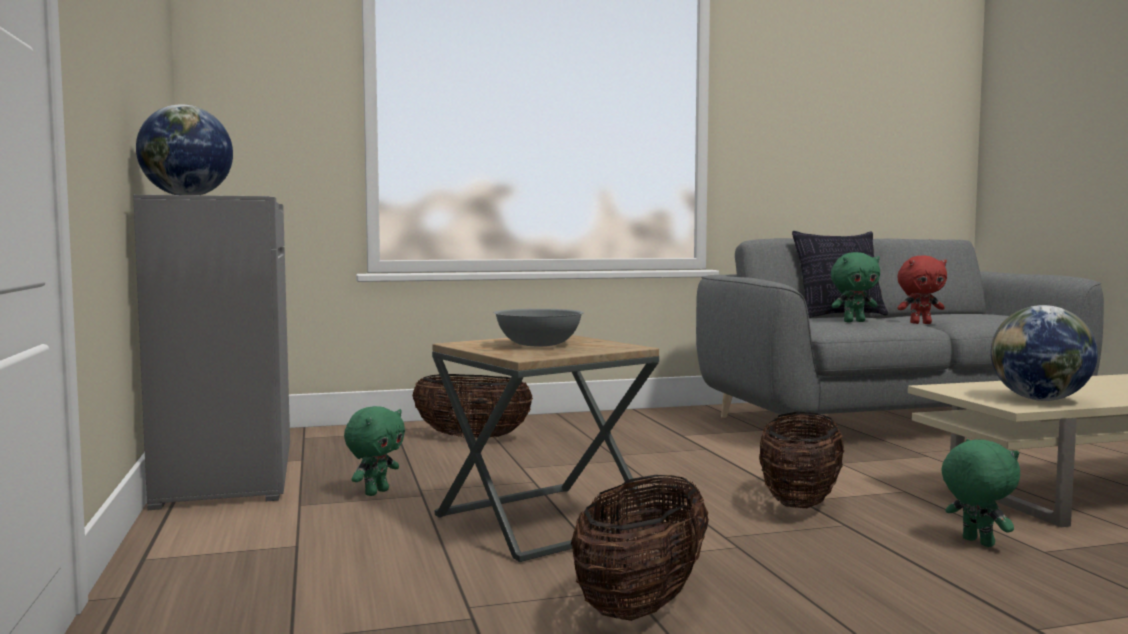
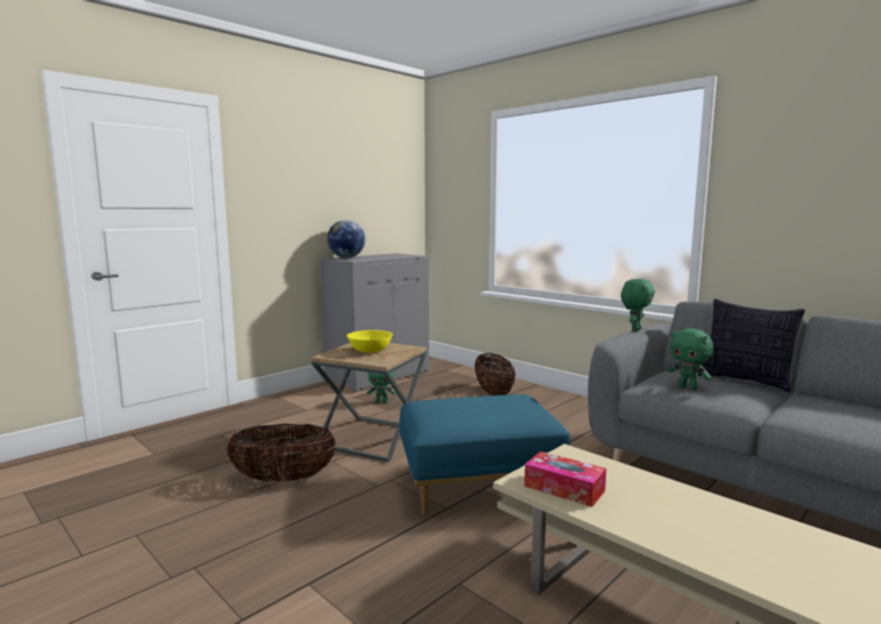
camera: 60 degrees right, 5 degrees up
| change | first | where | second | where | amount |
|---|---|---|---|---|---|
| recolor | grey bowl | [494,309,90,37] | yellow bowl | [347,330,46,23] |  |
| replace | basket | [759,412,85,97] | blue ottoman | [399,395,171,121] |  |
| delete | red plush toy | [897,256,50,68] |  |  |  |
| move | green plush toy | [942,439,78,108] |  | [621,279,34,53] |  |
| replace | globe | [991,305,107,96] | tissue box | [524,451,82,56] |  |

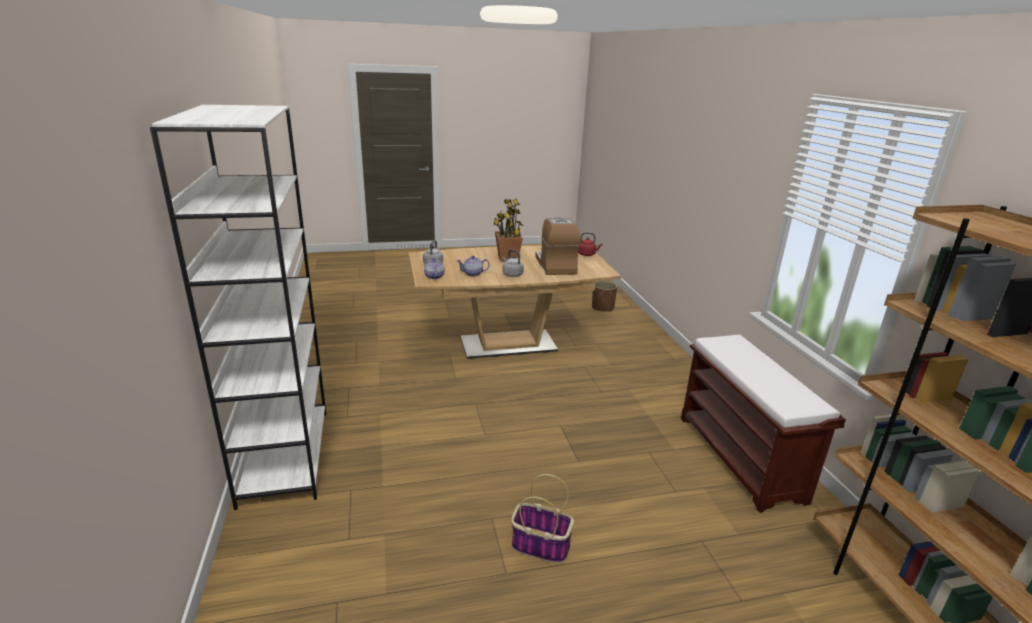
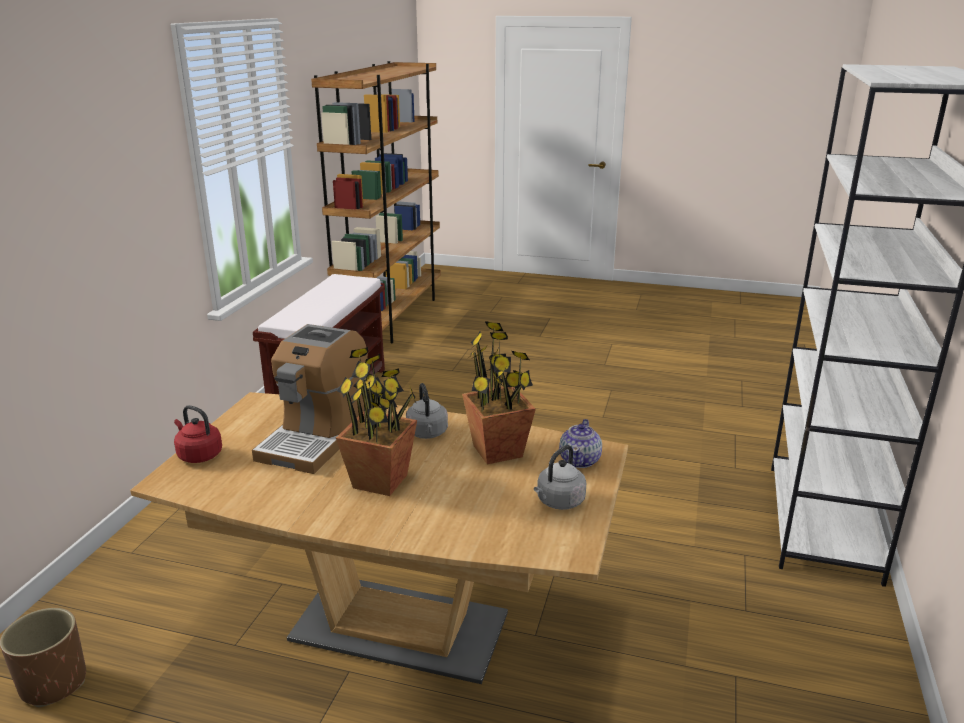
camera: 150 degrees left, 0 degrees up
| change | first | where | second | where | amount |
|---|---|---|---|---|---|
| replace | teapot | [456,255,34,21] | potted plant | [462,321,74,143] |  |
| delete | basket | [511,474,63,89] |  |  |  |

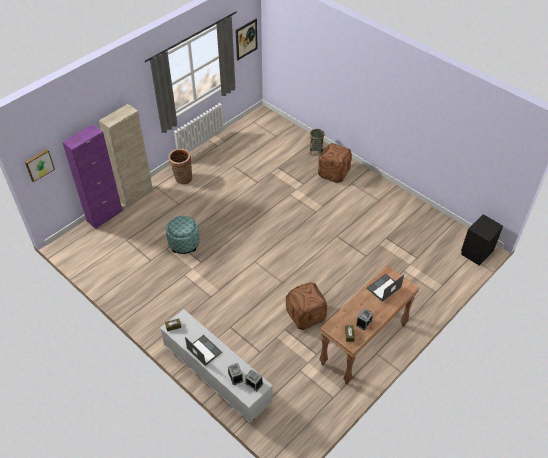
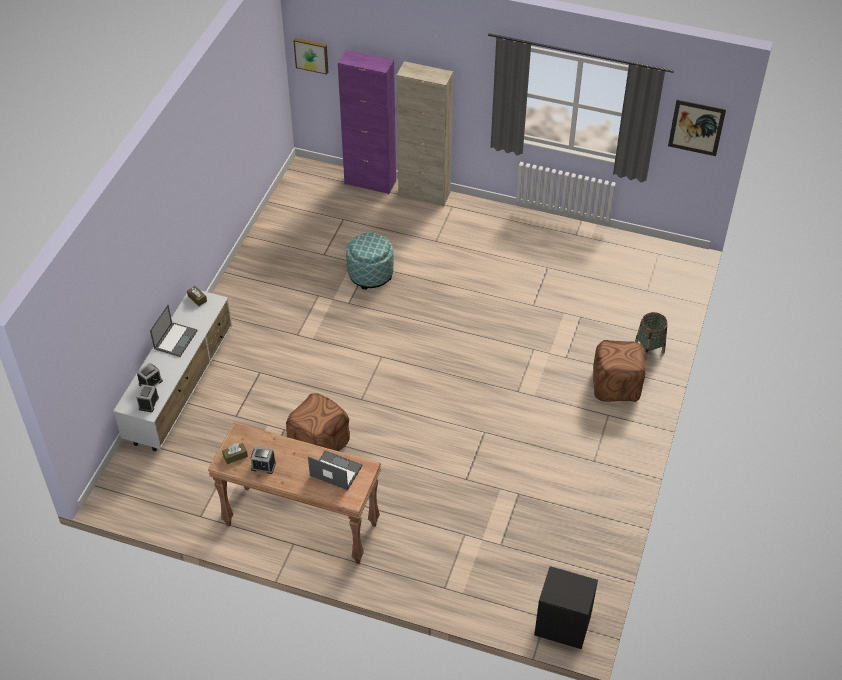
camera: 65 degrees right, 0 degrees up
| change | first | where | second | where | amount |
|---|---|---|---|---|---|
| delete | basket | [169,149,23,36] |  |  |  |

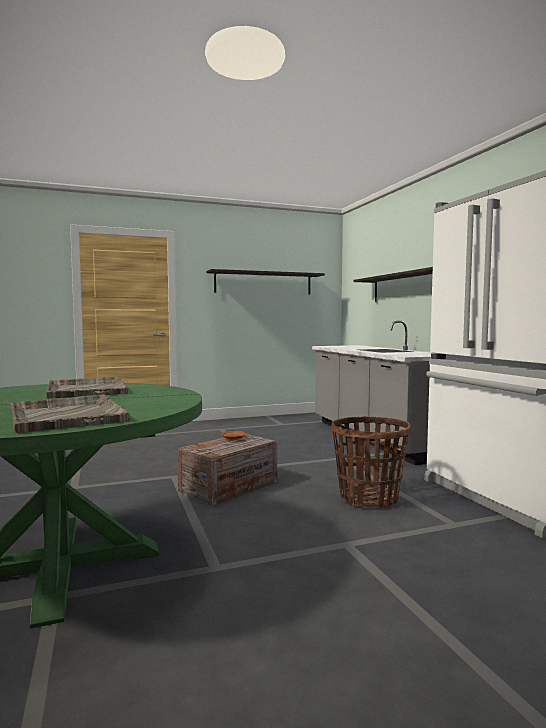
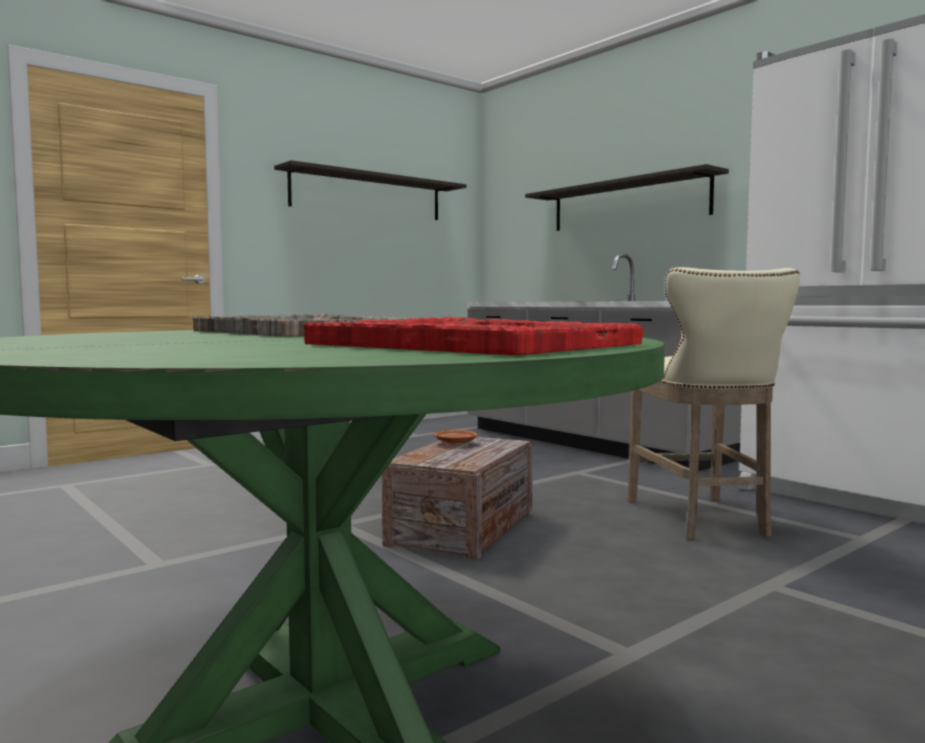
camera: 20 degrees left, 0 degrees up
| change | first | where | second | where | amount |
|---|---|---|---|---|---|
| recolor | grey tray | [10,394,120,39] | red tray | [304,317,339,38] |  |
| replace | basket | [331,416,79,92] | beige stool | [628,267,172,273] |  |

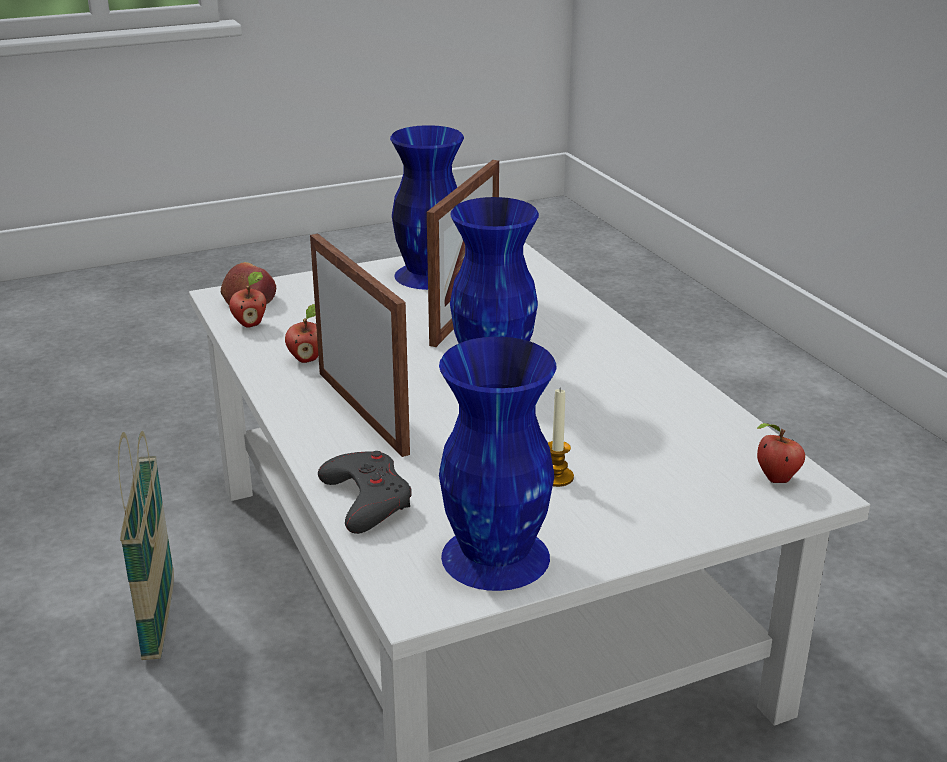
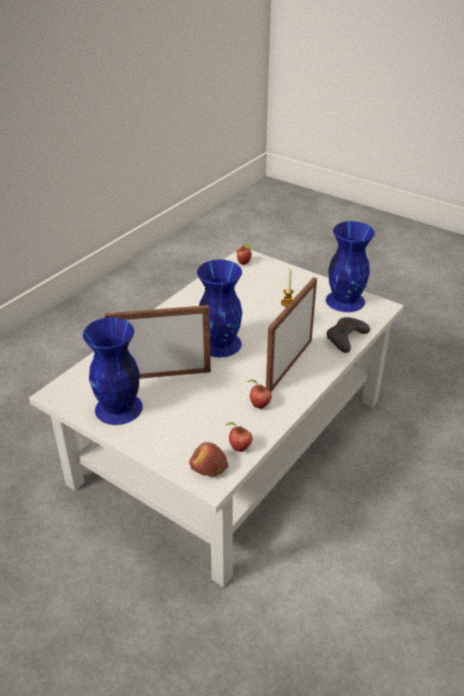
camera: 120 degrees left, 10 degrees up
| change | first | where | second | where | amount |
|---|---|---|---|---|---|
| delete | basket | [118,431,56,229] |  |  |  |

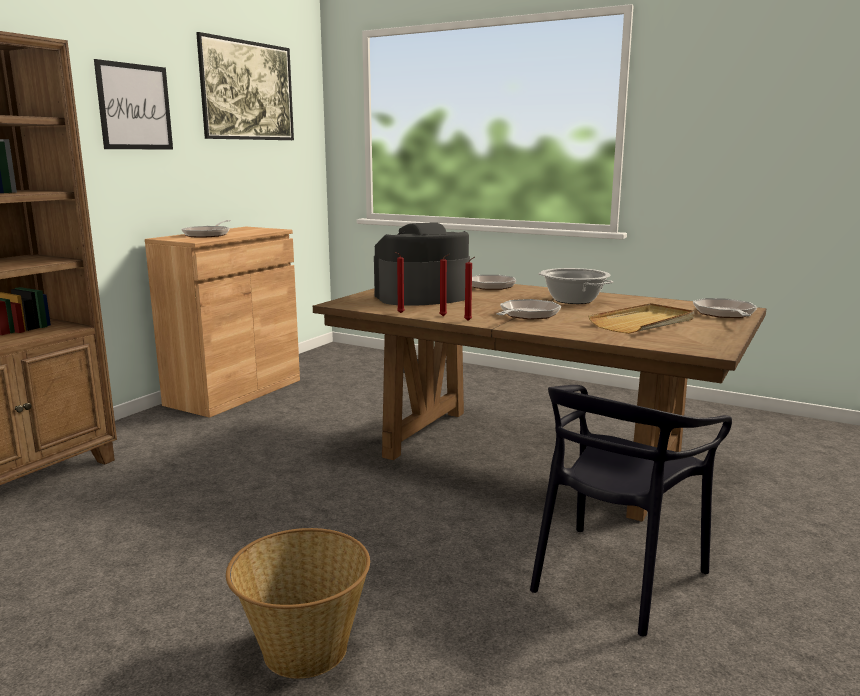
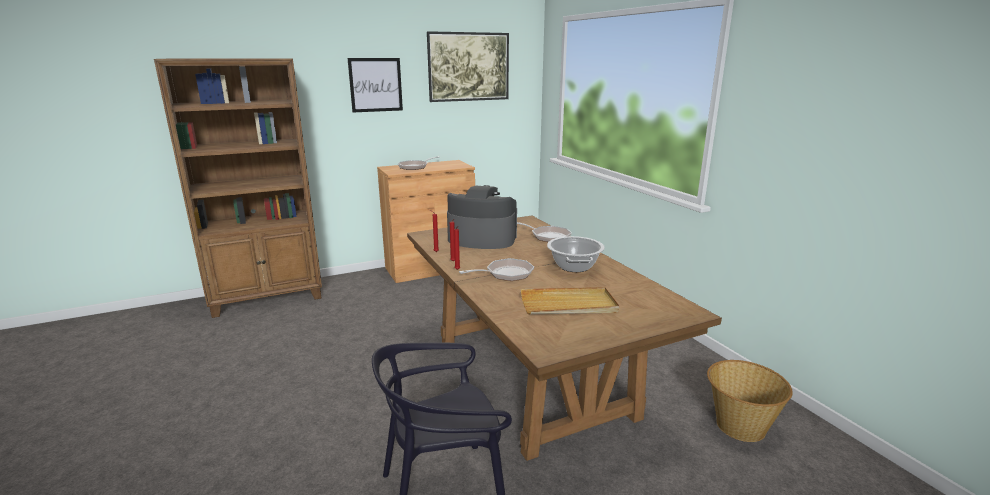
camera: 35 degrees right, 5 degrees up
| change | first | where | second | where | amount |
|---|---|---|---|---|---|
| move | basket | [226,528,144,151] |  | [707,360,86,82] |  |
| delete | frying pan | [693,298,64,20] |  |  |  |

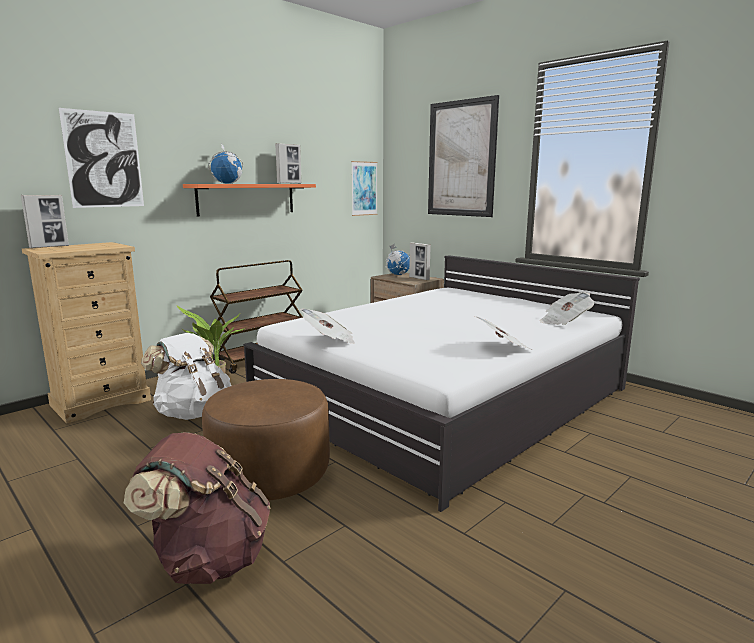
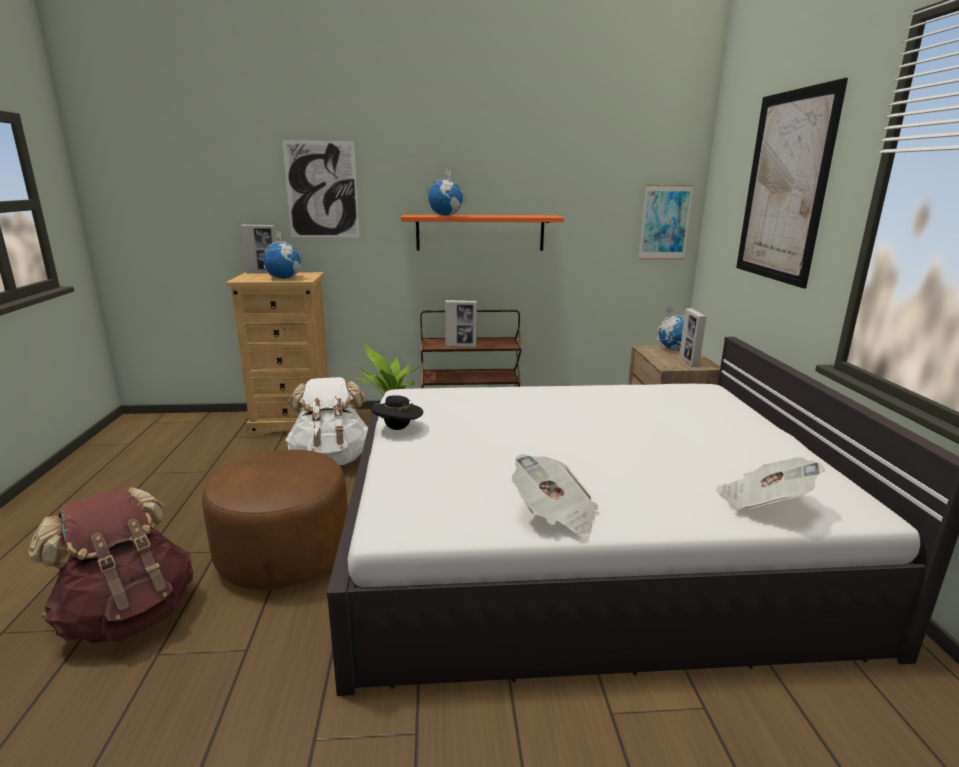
camera: 40 degrees right, 5 degrees up
| change | first | where | second | where | amount |
|---|---|---|---|---|---|
| move | picture frame | [275,143,26,41] |  | [445,300,32,47] |  |
| replace | newspaper | [300,308,55,36] | black hat | [371,395,52,35] |  |
| insert |  |  | globe | [260,231,43,48] |  |

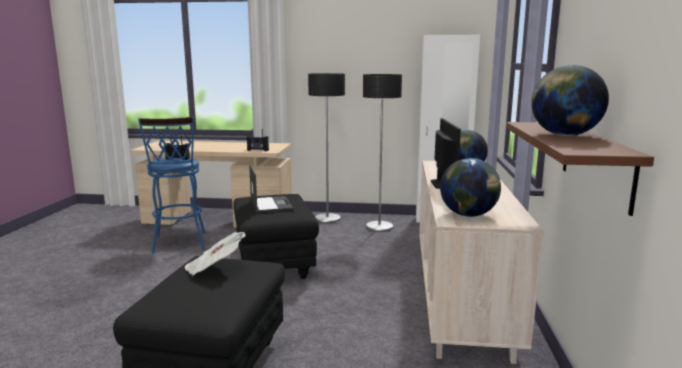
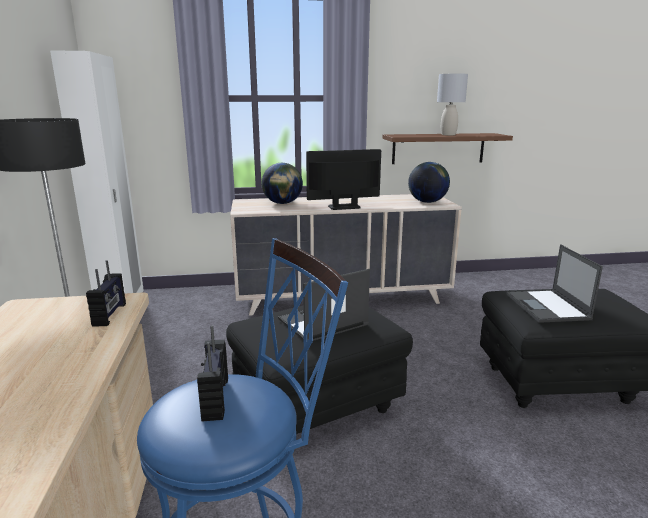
camera: 105 degrees left, 5 degrees up
| change | first | where | second | where | amount |
|---|---|---|---|---|---|
| replace | newspaper | [184,232,61,44] | laptop | [507,244,96,79] |  |
| delete | floor lamp | [363,74,39,158] |  |  |  |
| replace | globe | [531,65,78,71] | grey table lamp | [437,74,31,61] |  |

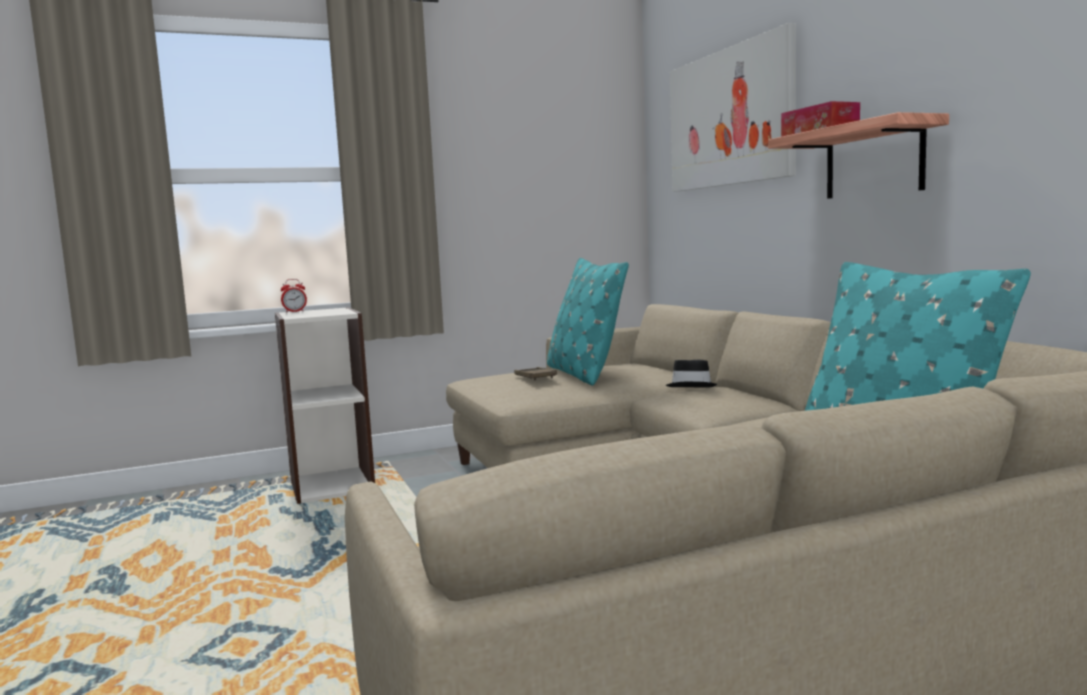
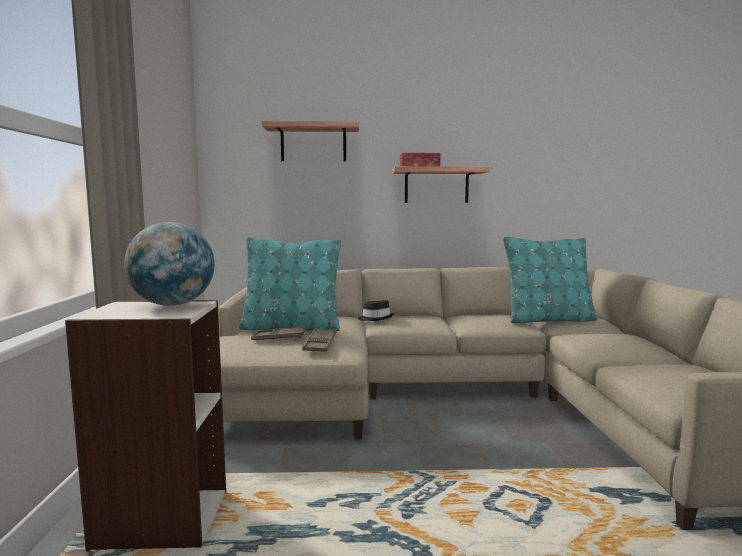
camera: 70 degrees left, 0 degrees up
| change | first | where | second | where | amount |
|---|---|---|---|---|---|
| delete | alarm clock | [281,279,26,34] |  |  |  |
| replace | picture | [670,23,126,169] | shelf | [262,121,97,40] |  |
| insert |  |  | globe | [124,222,91,84] |  |
| insert |  |  | brown tray | [302,328,34,24] |  |

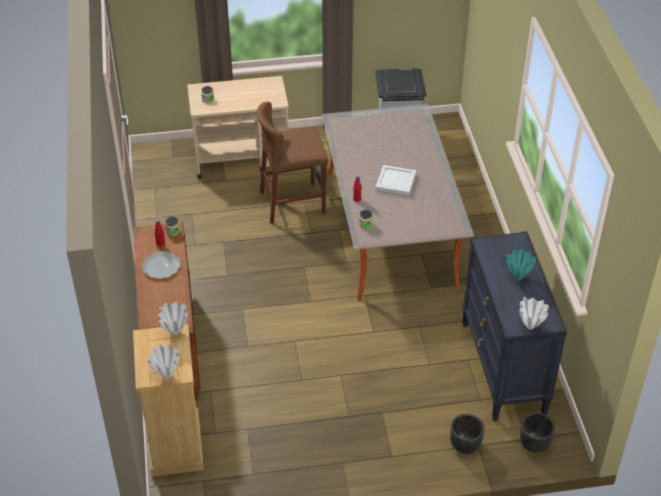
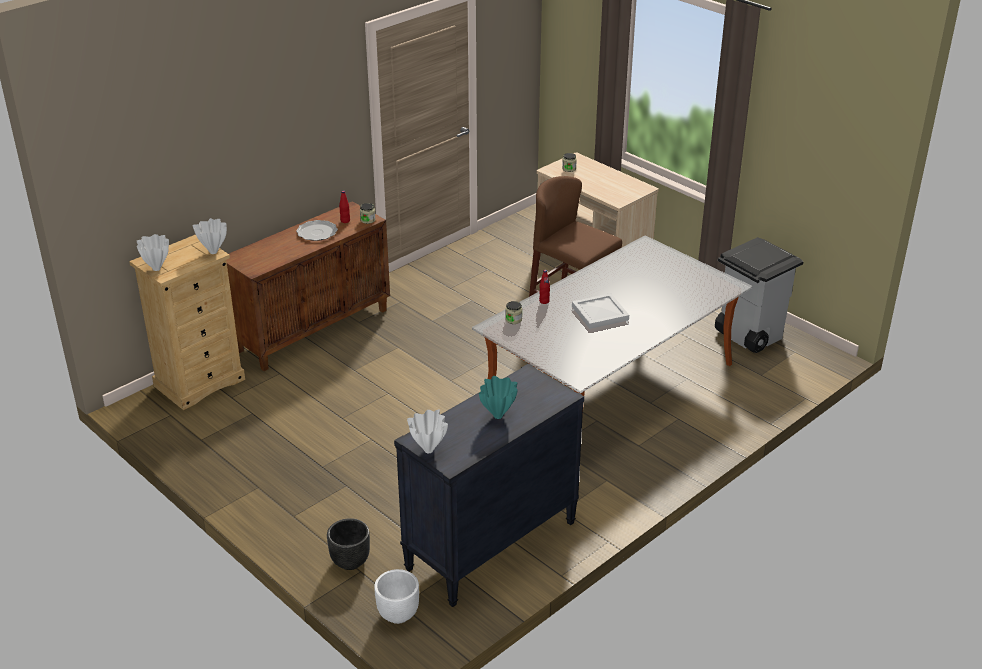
camera: 55 degrees right, 10 degrees down
| change | first | where | second | where | amount |
|---|---|---|---|---|---|
| recolor | black planter | [520,413,35,40] | white planter | [374,569,45,55] |  |

